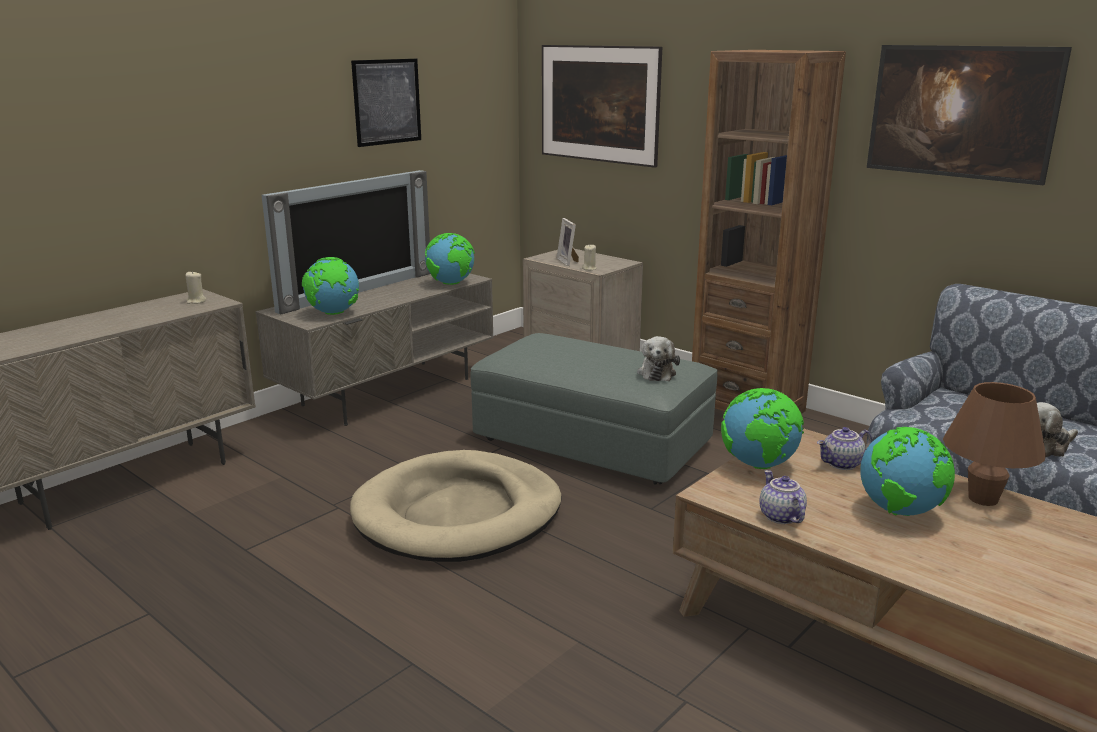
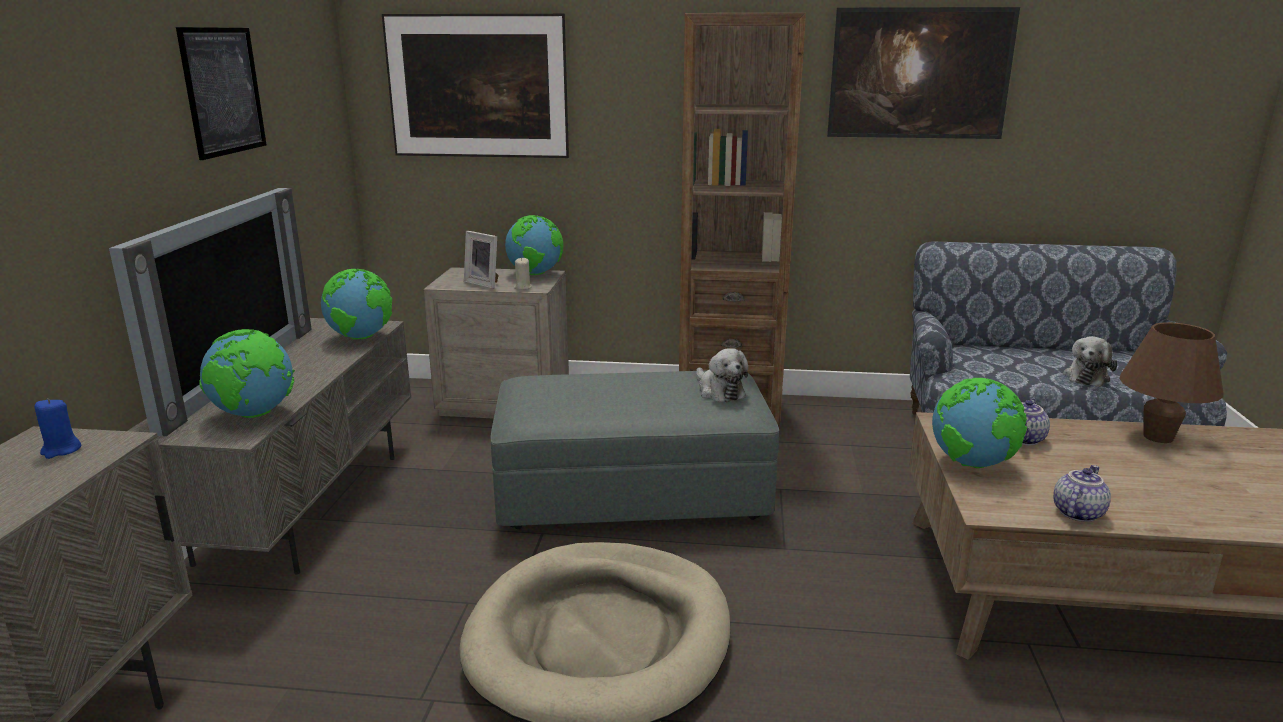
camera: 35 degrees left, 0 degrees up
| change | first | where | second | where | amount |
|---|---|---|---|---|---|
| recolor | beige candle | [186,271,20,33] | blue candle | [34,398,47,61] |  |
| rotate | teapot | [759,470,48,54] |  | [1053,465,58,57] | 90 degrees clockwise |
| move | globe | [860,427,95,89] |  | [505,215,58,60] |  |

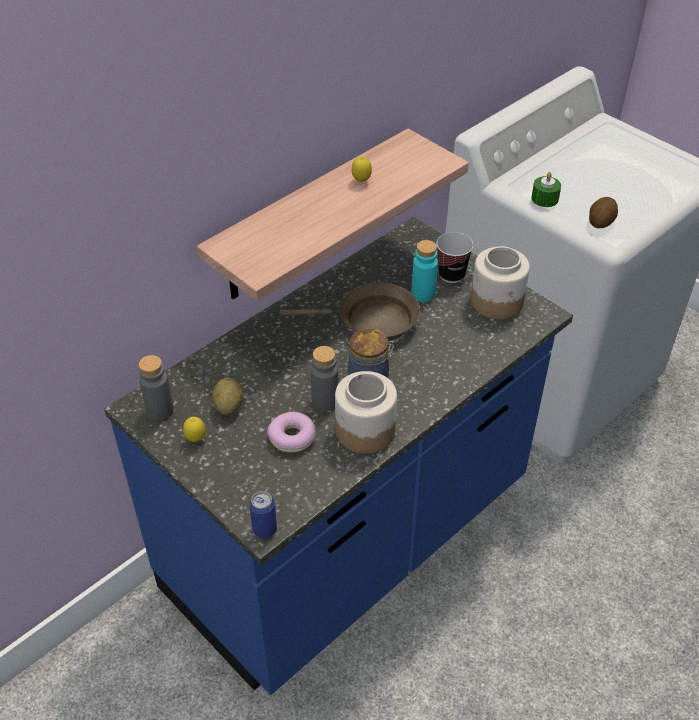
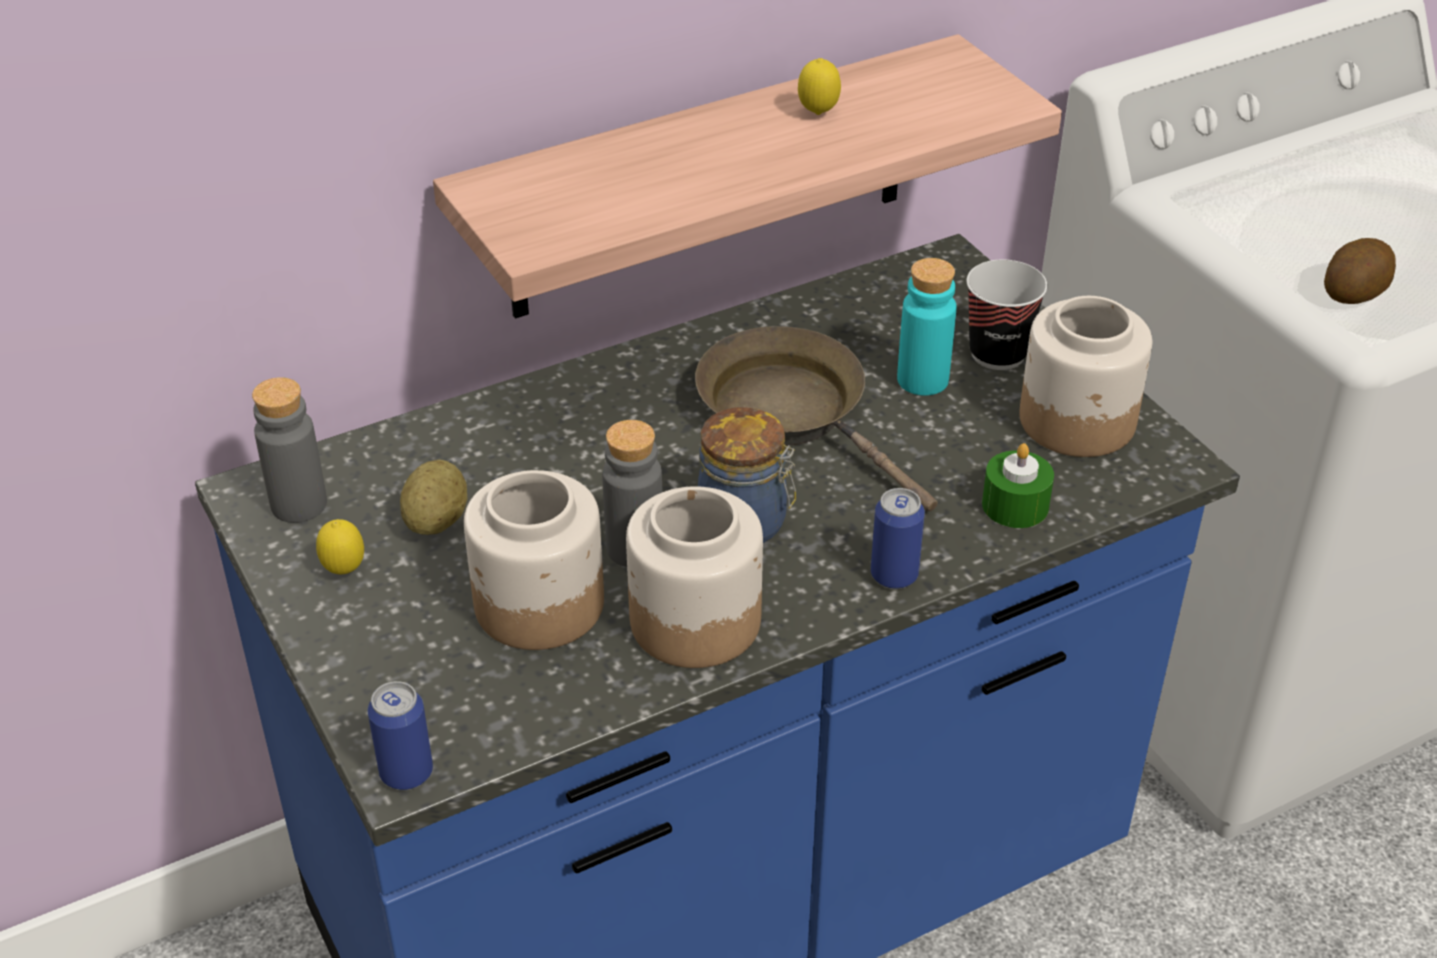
camera: 15 degrees right, 5 degrees down
| change | first | where | second | where | amount |
|---|---|---|---|---|---|
| replace | donut | [267,412,49,41] | jar | [464,470,140,180] |  |
| rotate | brown frying pan | [280,282,140,59] |  | [695,326,243,185] | 150 degrees counterclockwise |
| move | green candle | [531,172,30,35] |  | [982,443,72,85] |  |
| insert |  |  | can | [871,488,54,101] |  |

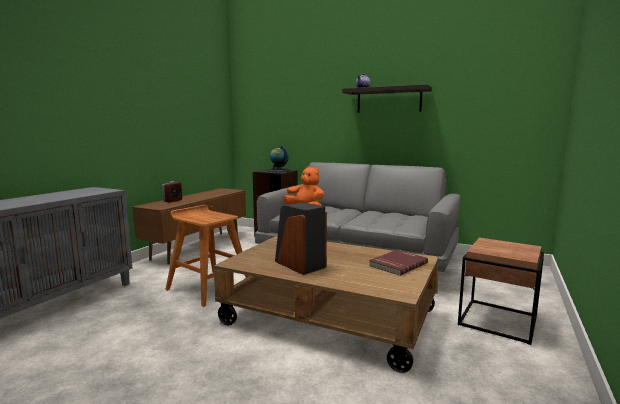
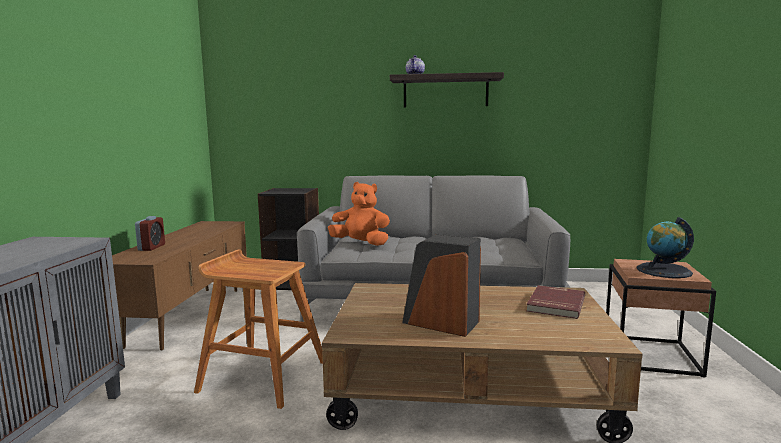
camera: 20 degrees left, 0 degrees up
| change | first | where | second | where | amount |
|---|---|---|---|---|---|
| move | globe | [267,146,23,26] |  | [636,217,58,61] |  |

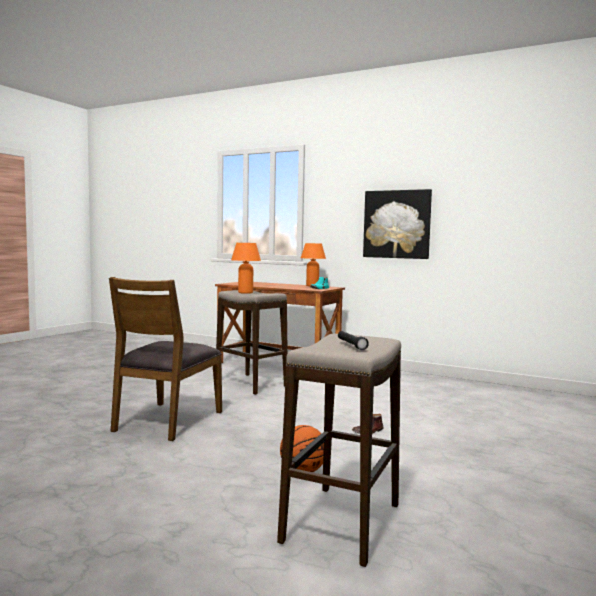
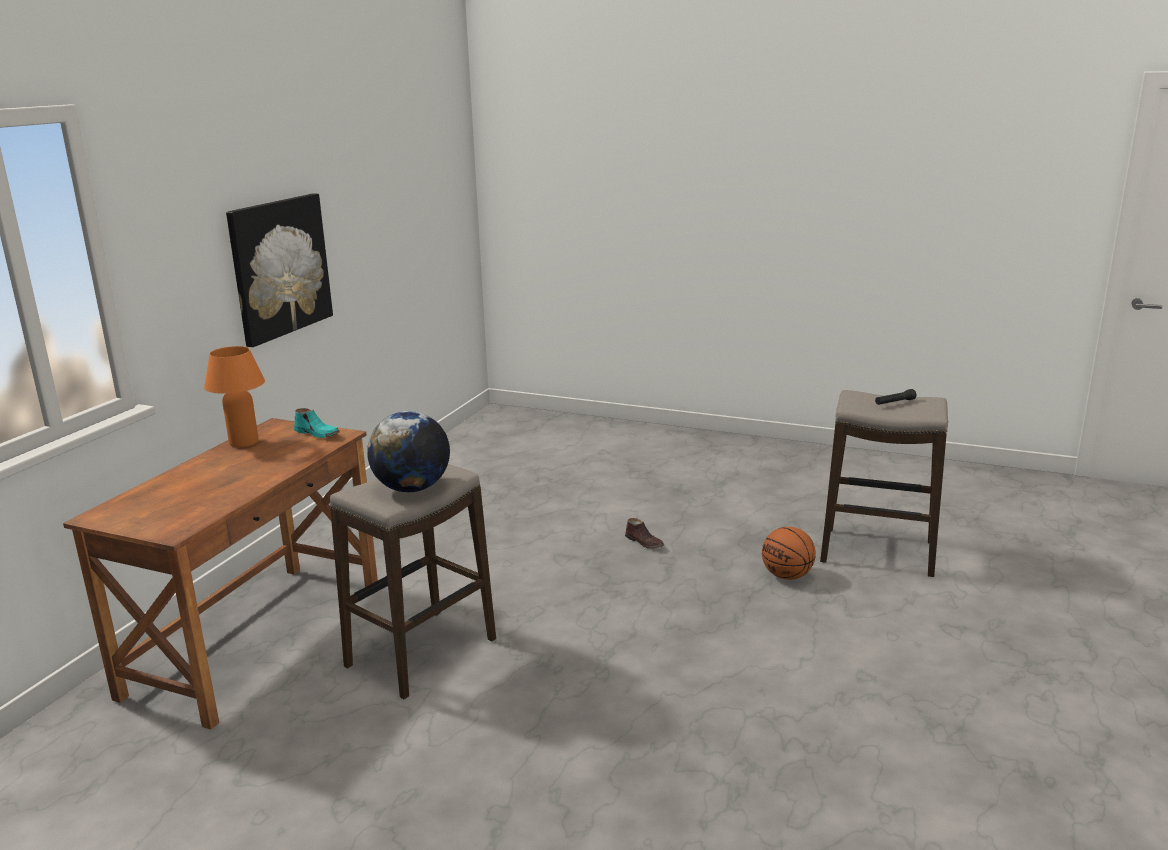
camera: 95 degrees left, 15 degrees up
| change | first | where | second | where | amount |
|---|---|---|---|---|---|
| delete | brown chair | [109,277,113,164] |  |  |  |
| replace | orange table lamp | [231,243,30,51] | globe | [367,411,83,81] |  |

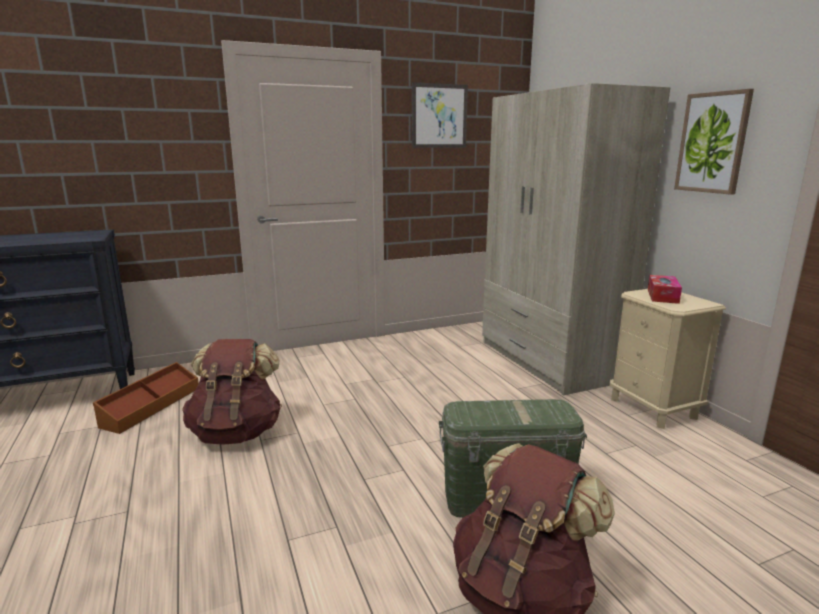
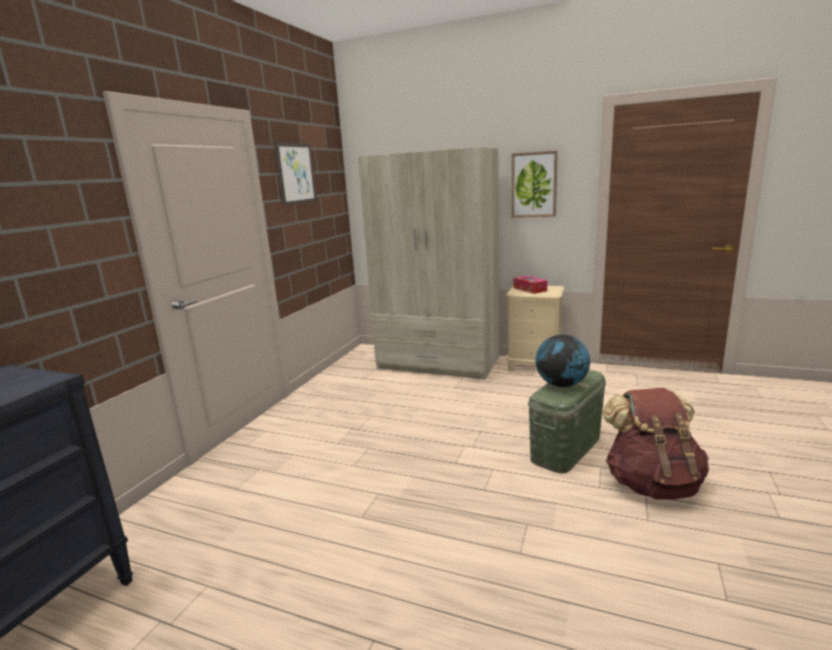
camera: 45 degrees left, 0 degrees up
| change | first | where | second | where | amount |
|---|---|---|---|---|---|
| delete | brown storage box | [93,362,106,72] |  |  |  |
| delete | brown backpack | [182,339,100,106] |  |  |  |
| insert |  |  | globe | [535,335,55,52] |  |

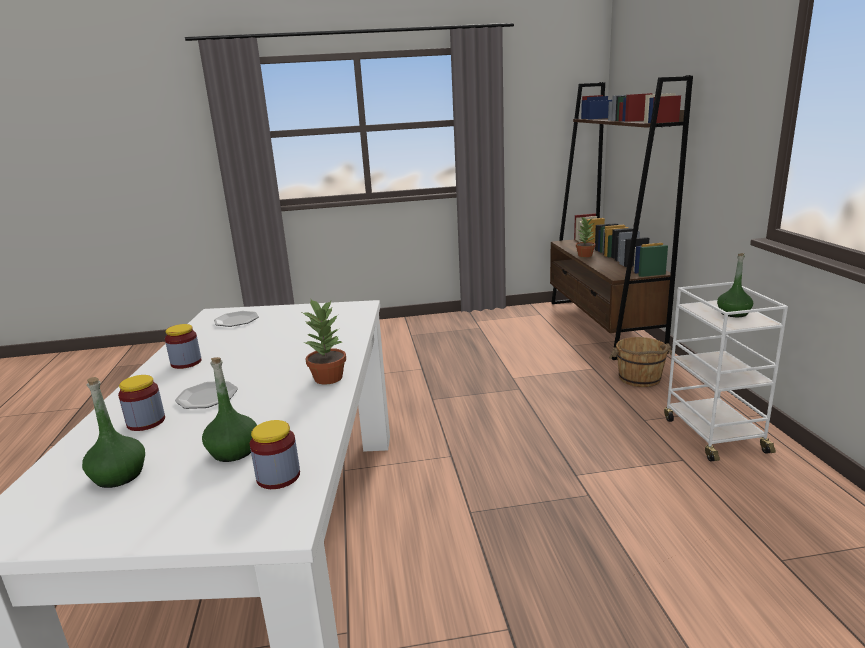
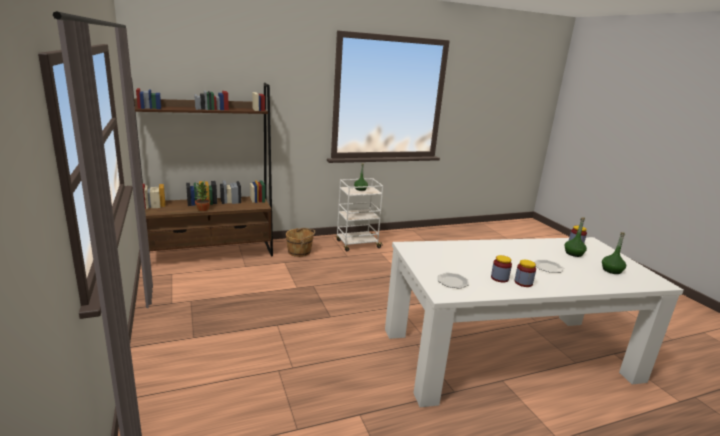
camera: 105 degrees left, 0 degrees up
| change | first | where | second | where | amount |
|---|---|---|---|---|---|
| move | jar | [118,375,47,56] |  | [491,255,21,28] |  |
| delete | potted plant | [302,298,44,87] |  |  |  |

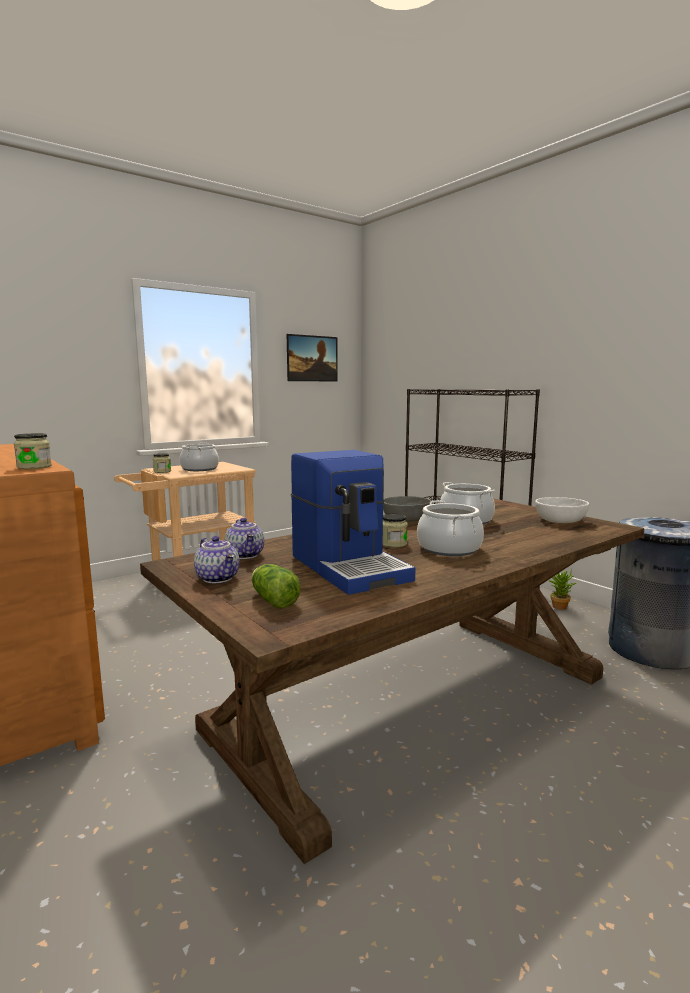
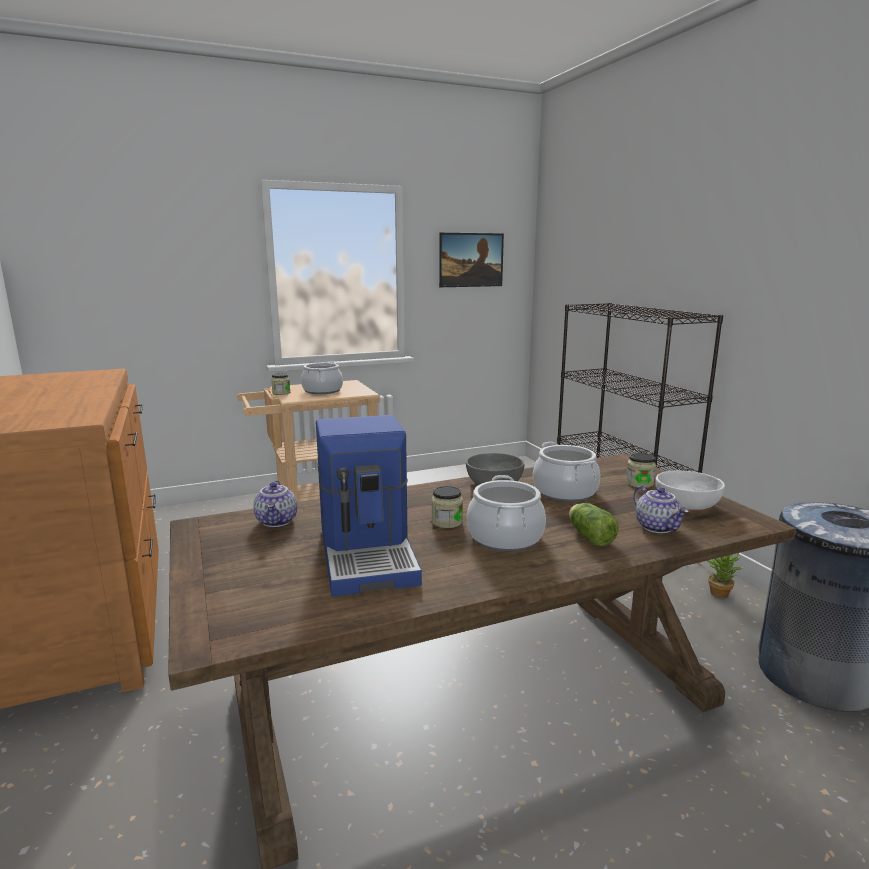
camera: 15 degrees right, 5 degrees up
| change | first | where | second | where | amount |
|---|---|---|---|---|---|
| move | jar | [14,433,38,36] |  | [626,453,30,35] |  |
| move | teapot | [194,536,46,47] |  | [634,486,55,47] |  |
| move | lettuce | [252,564,49,45] |  | [569,503,50,43] |  |

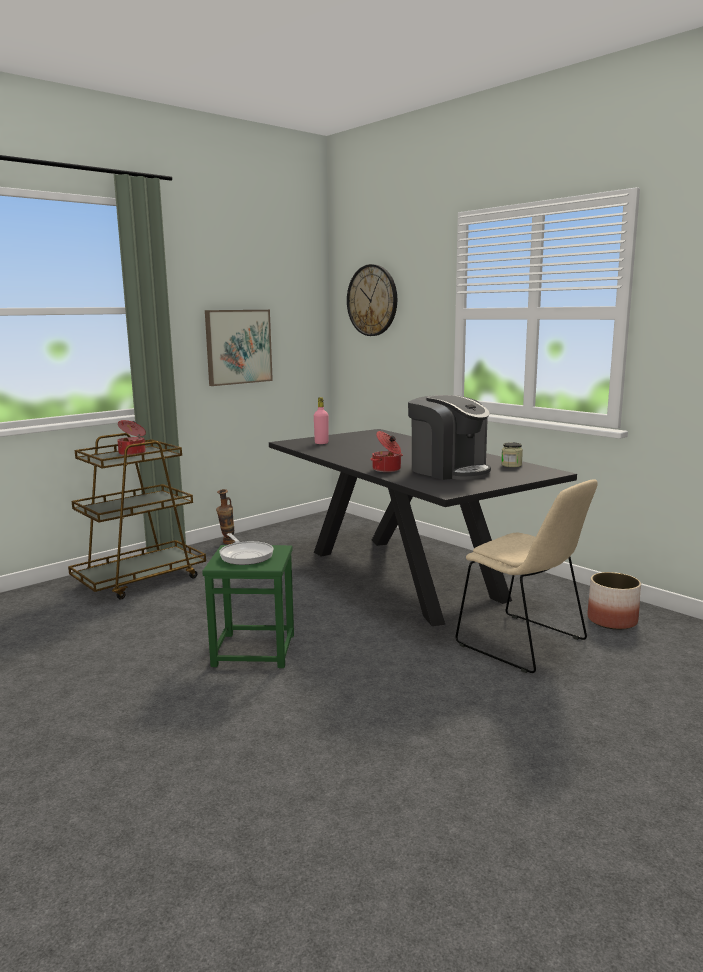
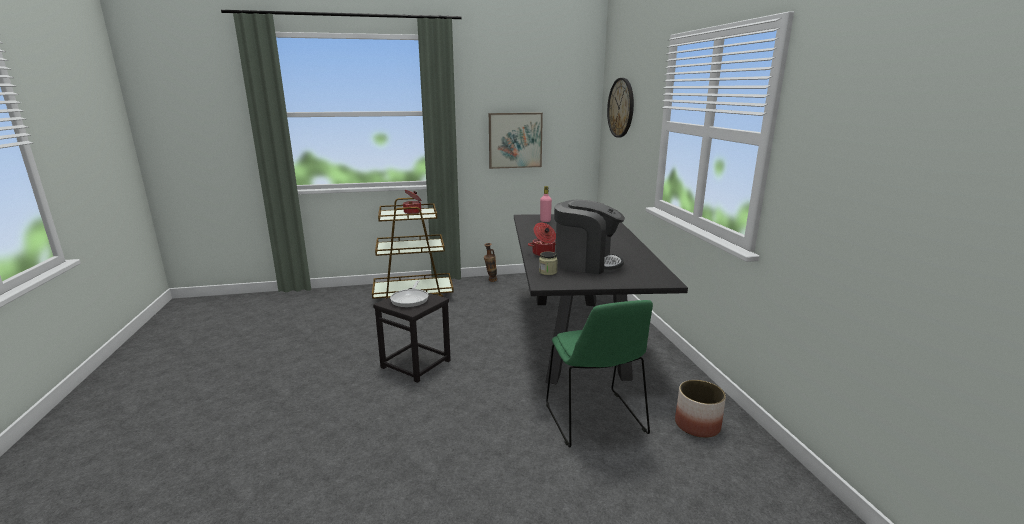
camera: 30 degrees right, 5 degrees up
| change | first | where | second | where | amount |
|---|---|---|---|---|---|
| recolor | green stool | [202,545,92,123] | black stool | [373,288,78,95] |  |
| rotate | coffee machine | [408,395,83,85] |  | [554,200,71,74] | 60 degrees counterclockwise |
| recolor | beige chair | [456,479,142,194] | green chair | [546,300,107,148] |  |
| move | jar | [501,442,22,25] |  | [539,252,19,23] |  |

